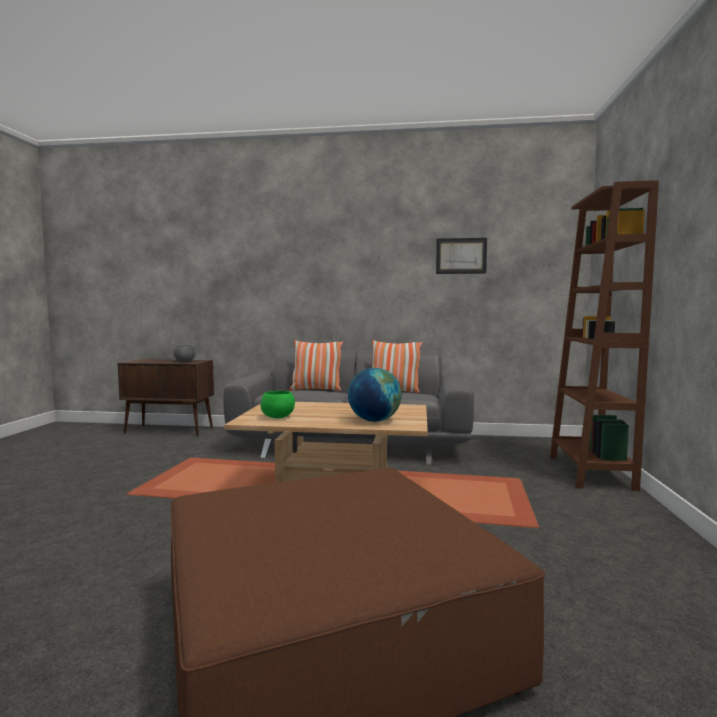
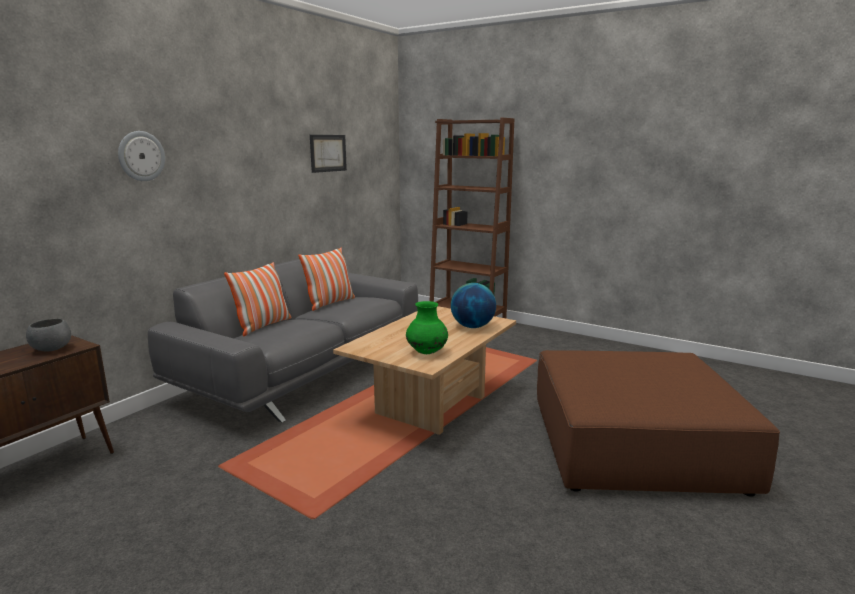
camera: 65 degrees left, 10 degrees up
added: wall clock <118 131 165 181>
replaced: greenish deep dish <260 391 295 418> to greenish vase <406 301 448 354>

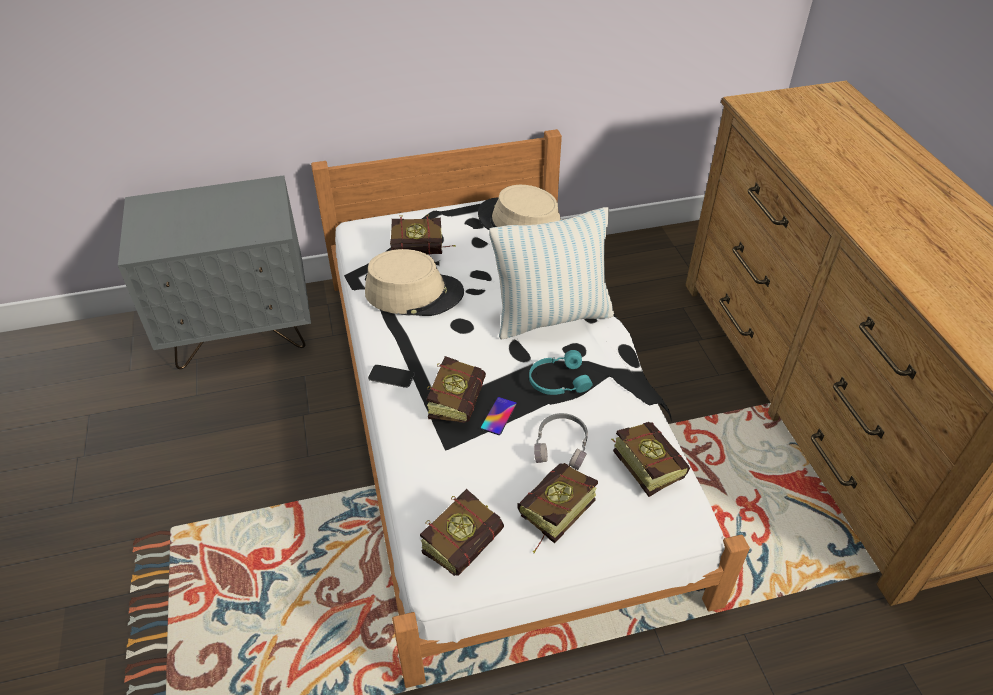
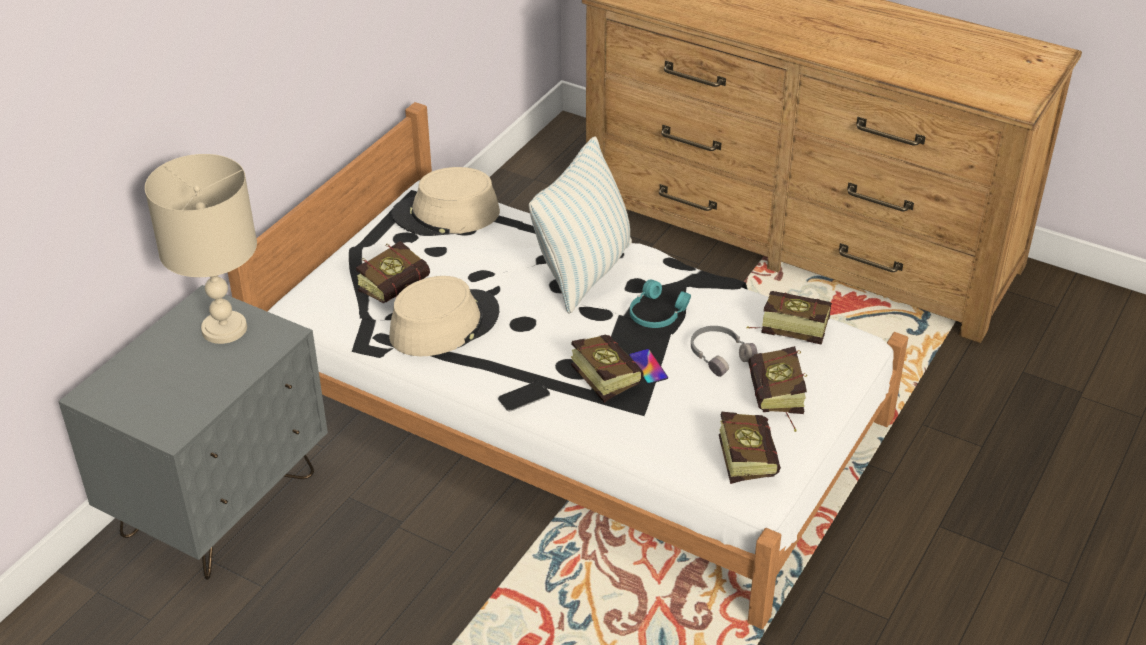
camera: 45 degrees left, 5 degrees down
added: sand-coloured lamp for a table <145 154 257 344>

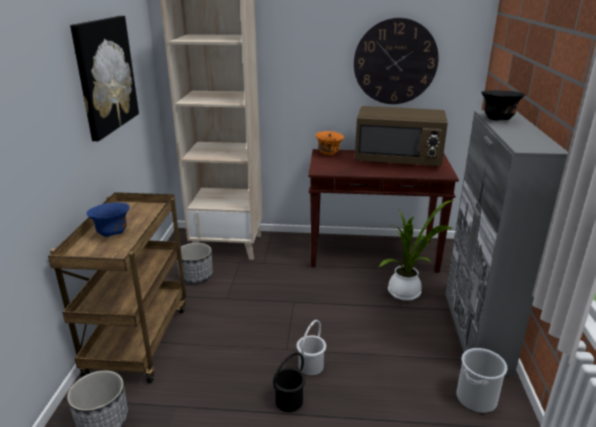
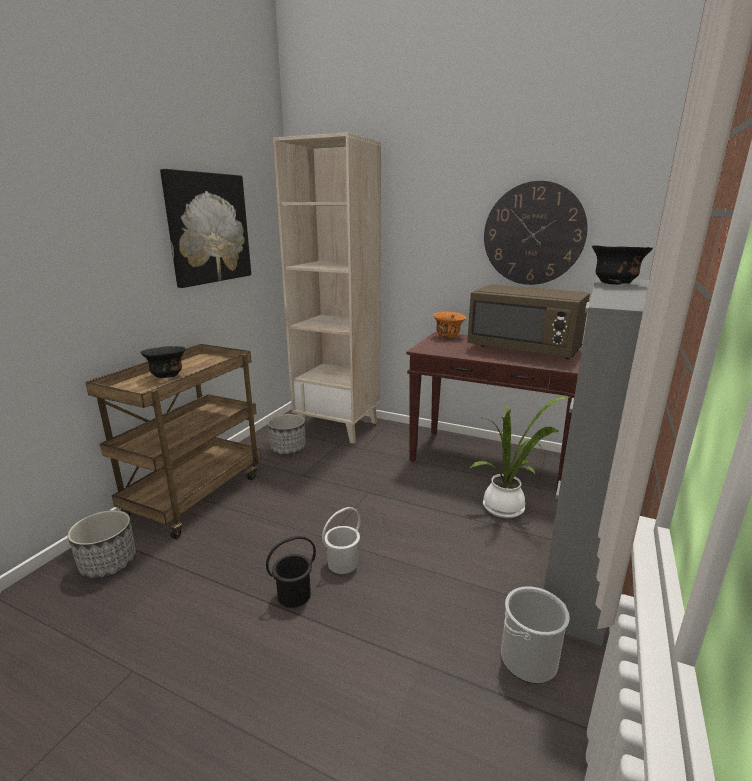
camera: 20 degrees right, 5 degrees down
recoloured: blue deep dish <86 202 130 237> to black-coloured deep dish <140 346 186 378>

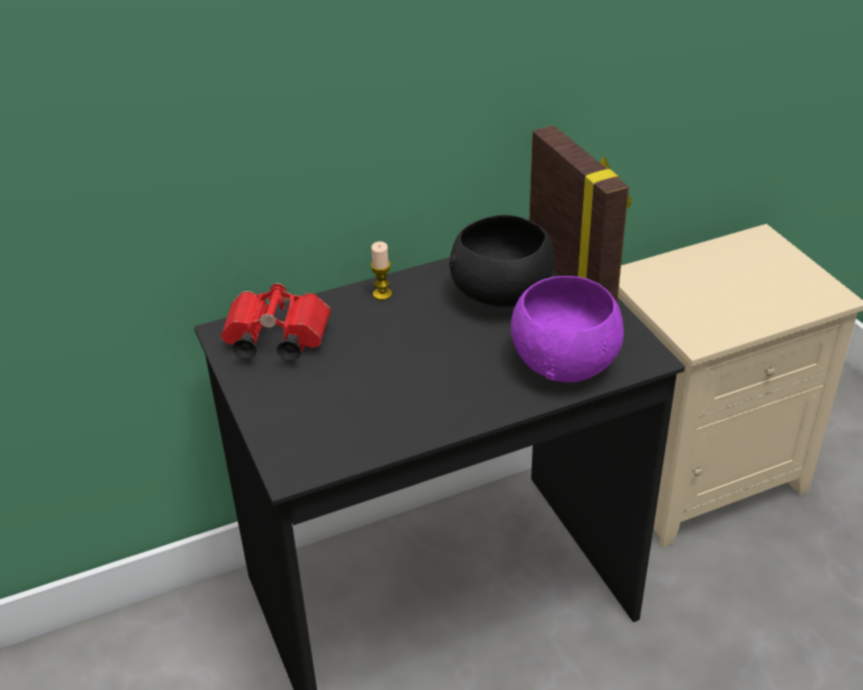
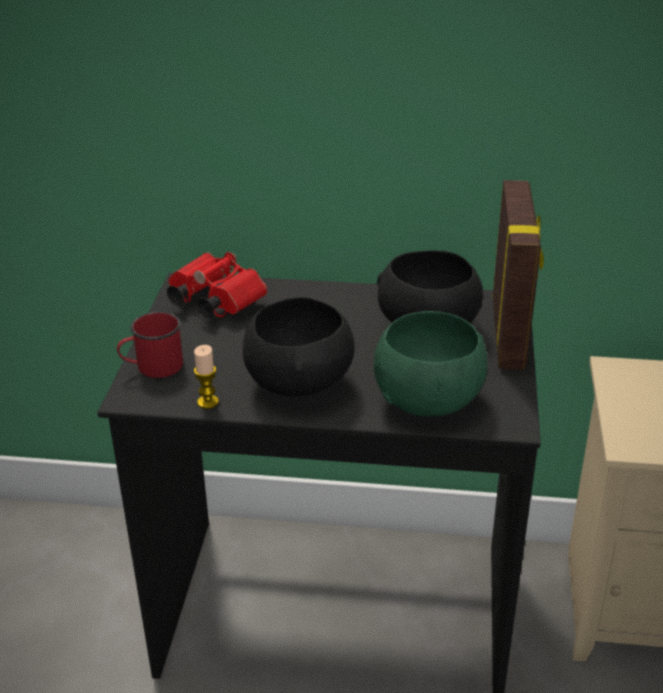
camera: 30 degrees right, 5 degrees down
added: red coffee mug <117 311 183 378>; black-coloured deep dish <243 297 354 396>
moved: wax candle <371 241 392 300> to <194 345 219 409>
recoloured: purple-coloured deep dish <511 276 624 383> to greenish deep dish <374 311 488 416>

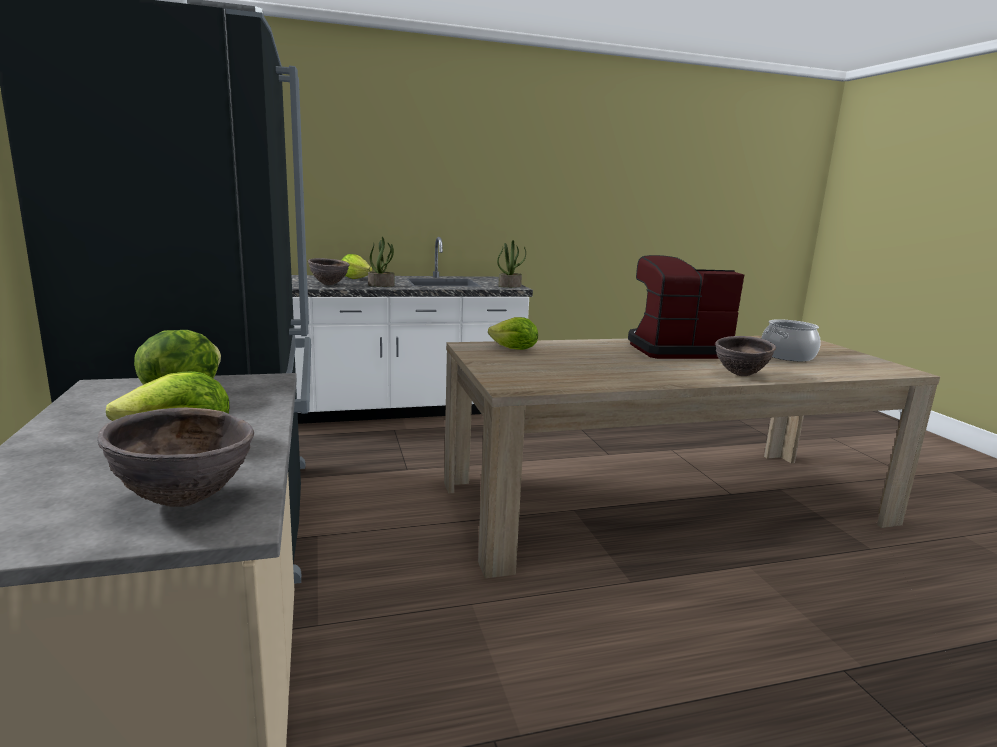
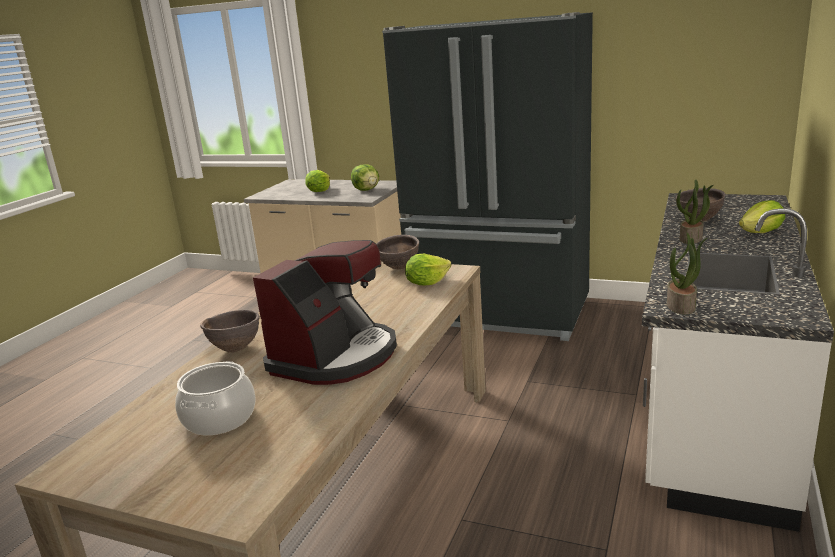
camera: 130 degrees right, 5 degrees up
moved: brown-coloured deep dish <97 408 254 507> to <376 235 419 269>

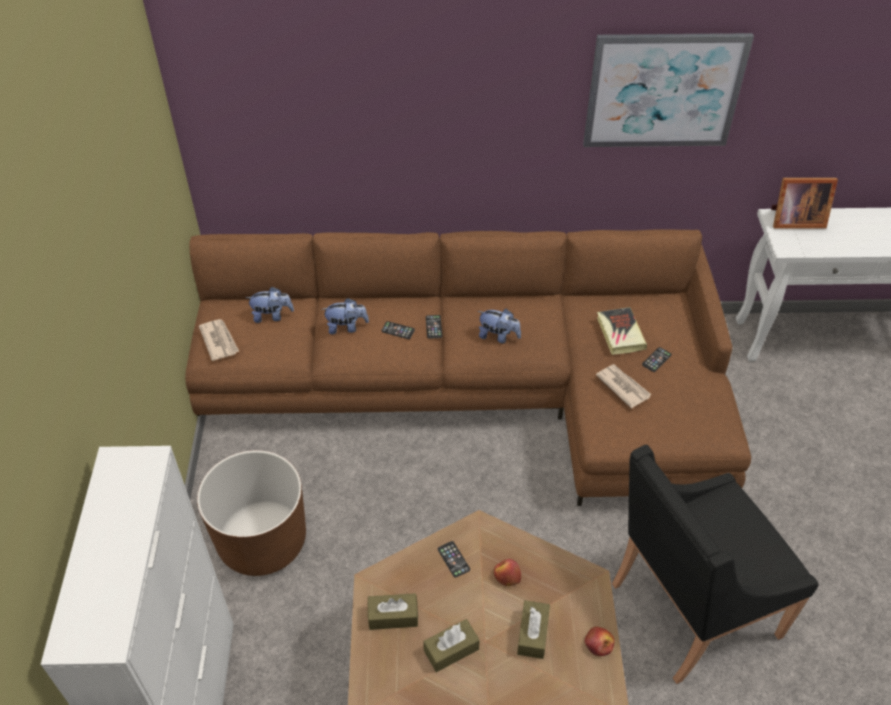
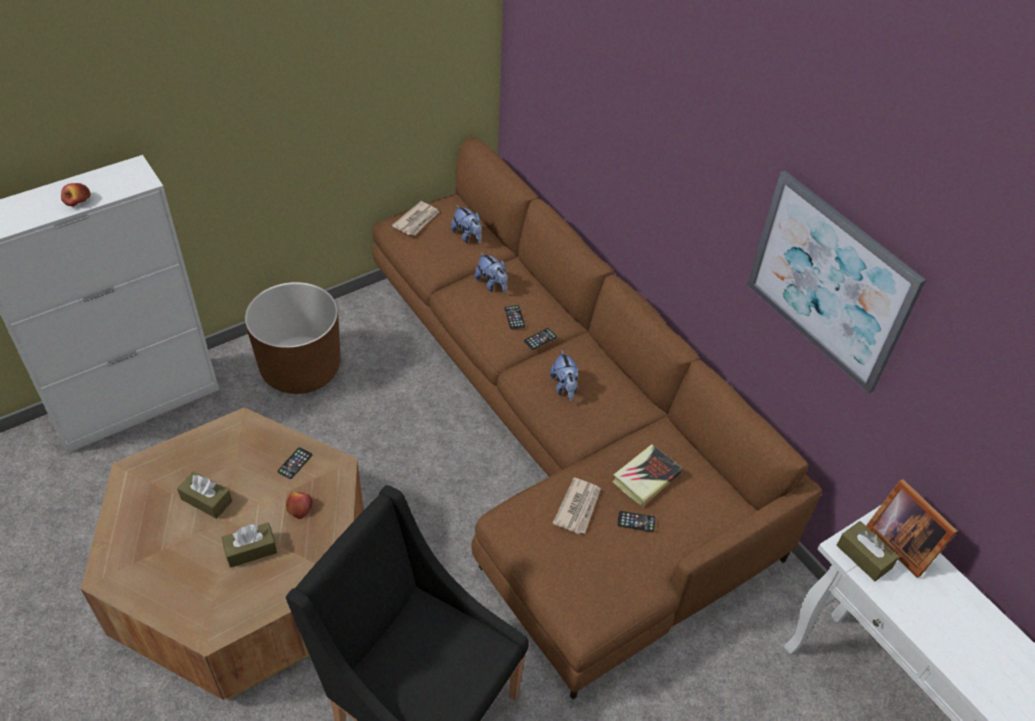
camera: 55 degrees right, 0 degrees up
moved: apple fruit <585 626 615 656> to <61 183 91 207>; brown-coloured box of tissues <368 593 418 630> to <837 521 899 581>

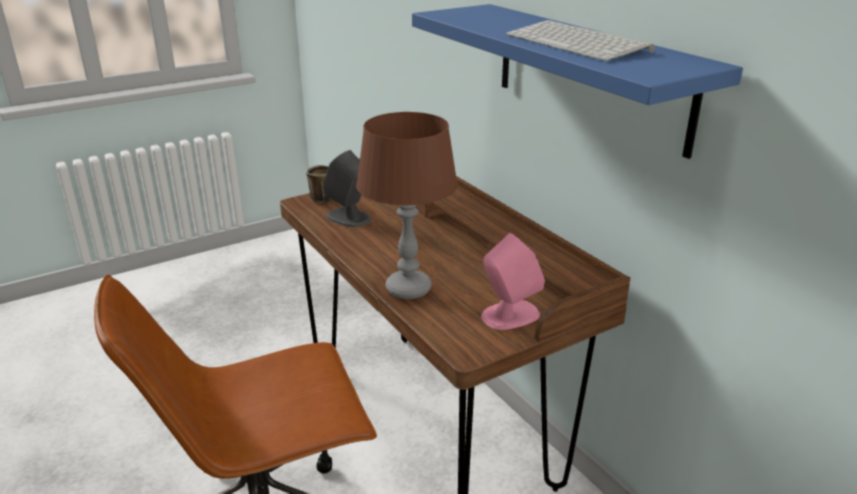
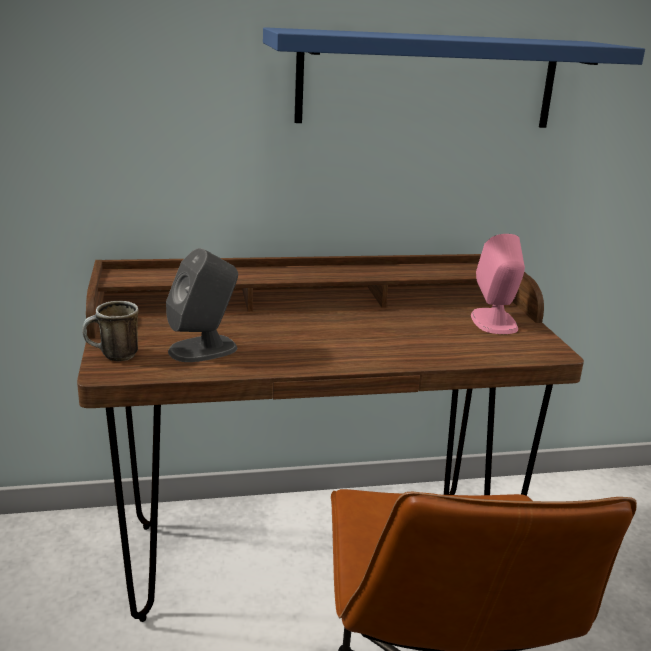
camera: 70 degrees left, 5 degrees down
removed: brown-coloured lamp for a table <356 112 458 299>; keyboard <506 20 654 61>

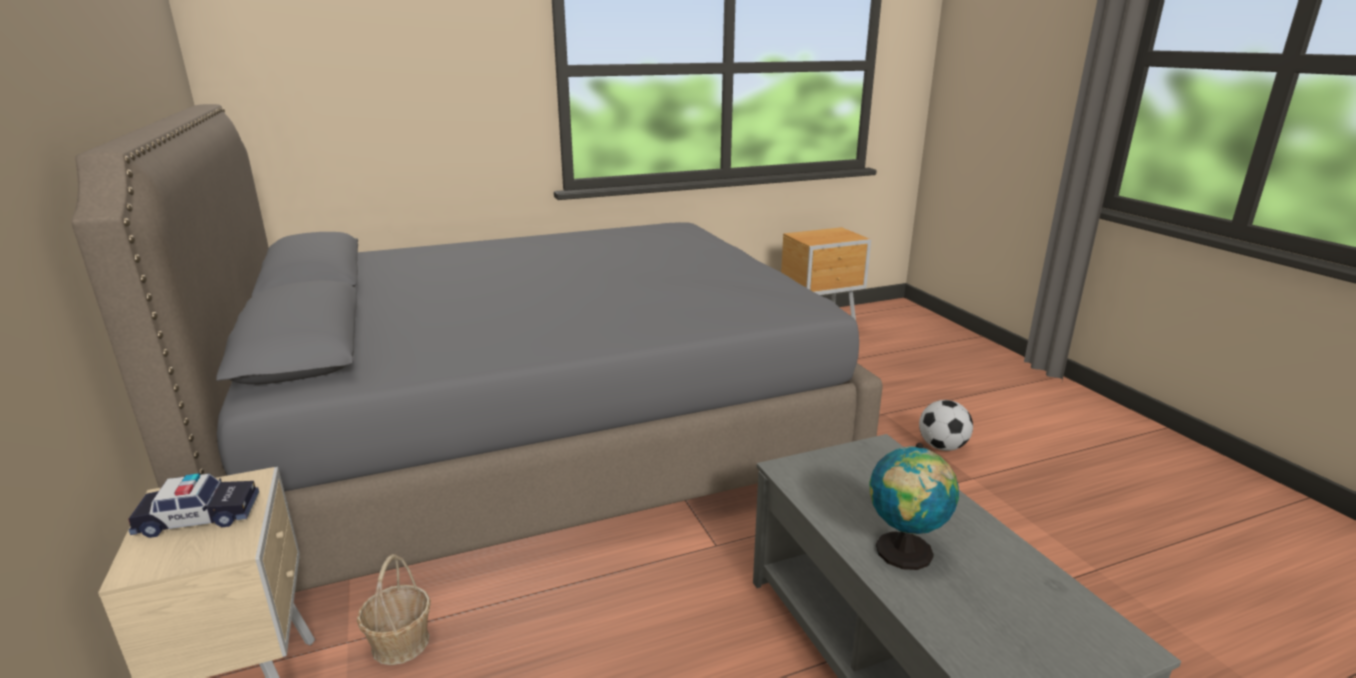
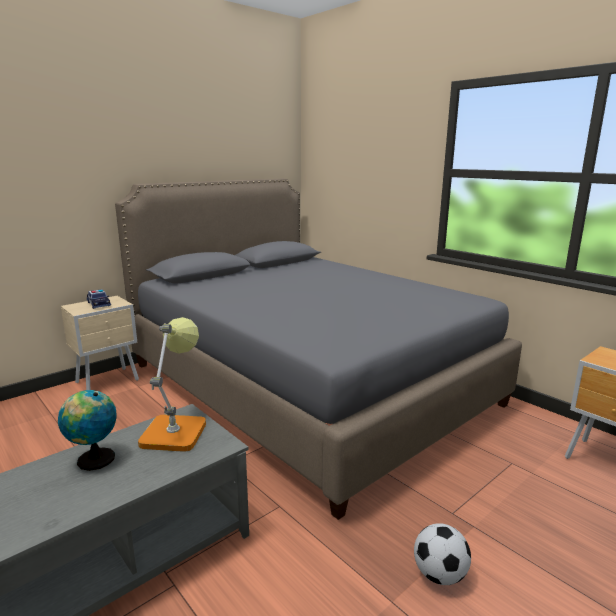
camera: 70 degrees right, 5 degrees down
removed: basket <357 554 431 665>
added: lamp for a table <138 317 206 452>

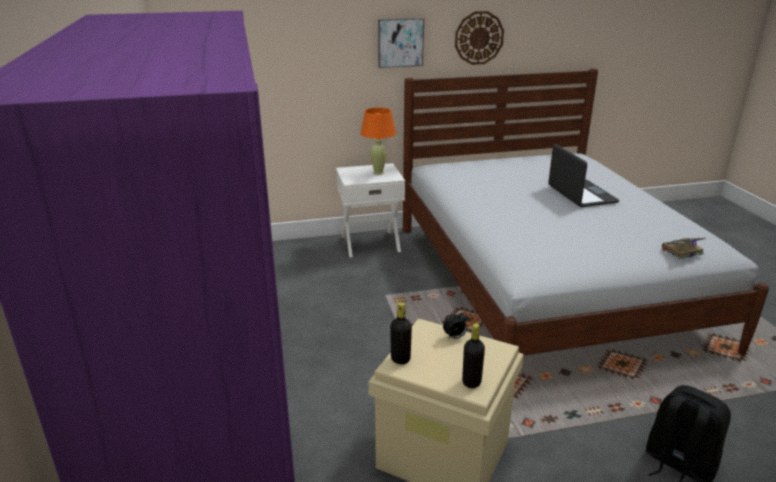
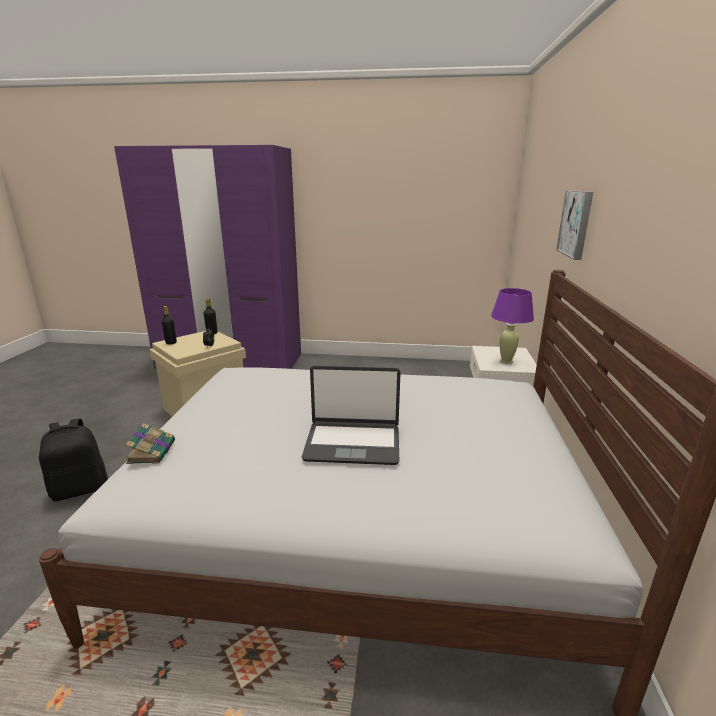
camera: 110 degrees right, 5 degrees down
removed: wall clock <455 11 504 65>
recoloured: orange lamp for a table <361 107 396 175> to purple-coloured lamp for a table <491 288 534 364>

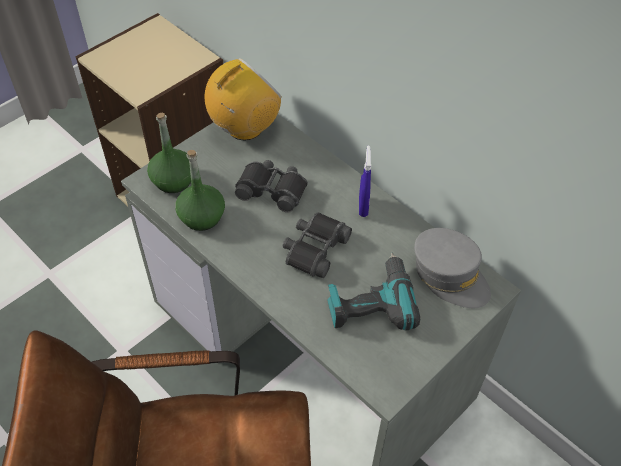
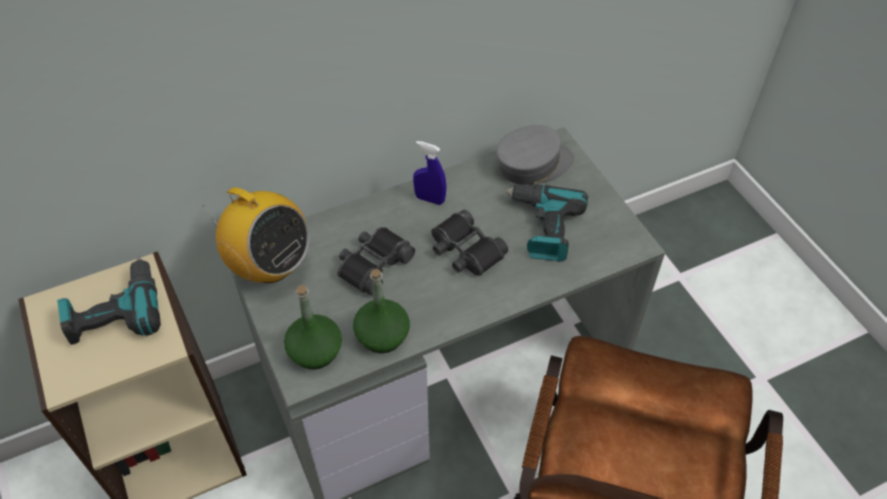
camera: 70 degrees left, 0 degrees up
added: power drill <57 256 161 345>
turned: radio set <205 58 282 140> = <202 187 310 283> 150 degrees clockwise

